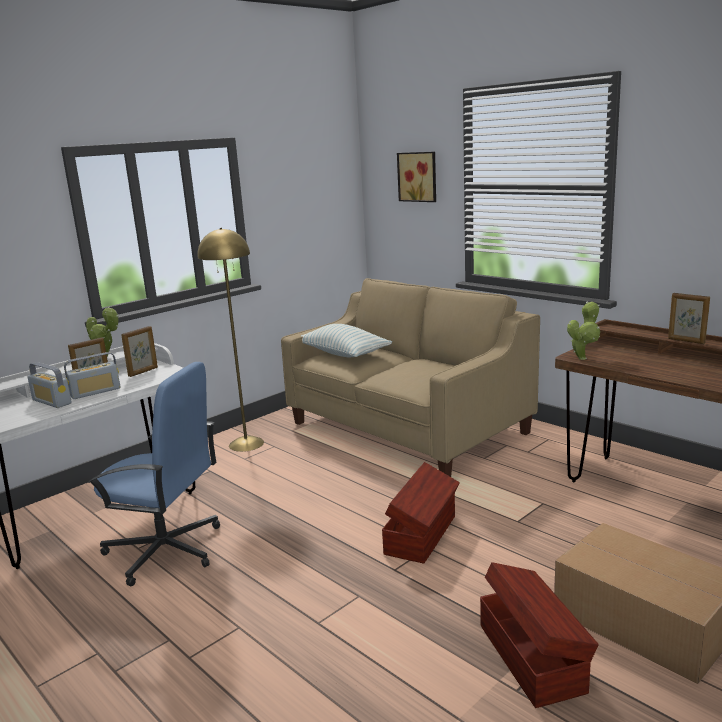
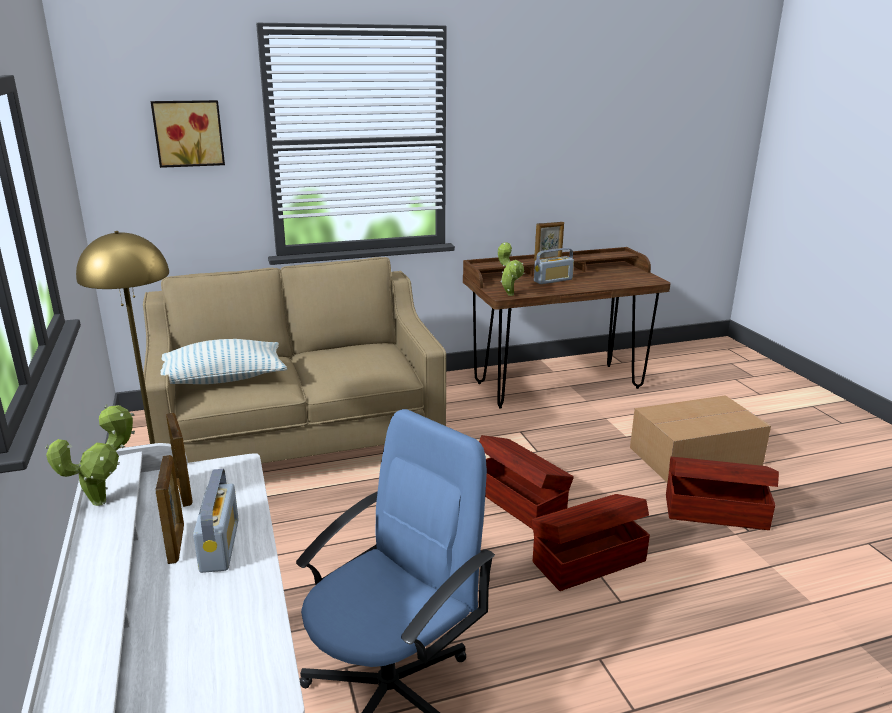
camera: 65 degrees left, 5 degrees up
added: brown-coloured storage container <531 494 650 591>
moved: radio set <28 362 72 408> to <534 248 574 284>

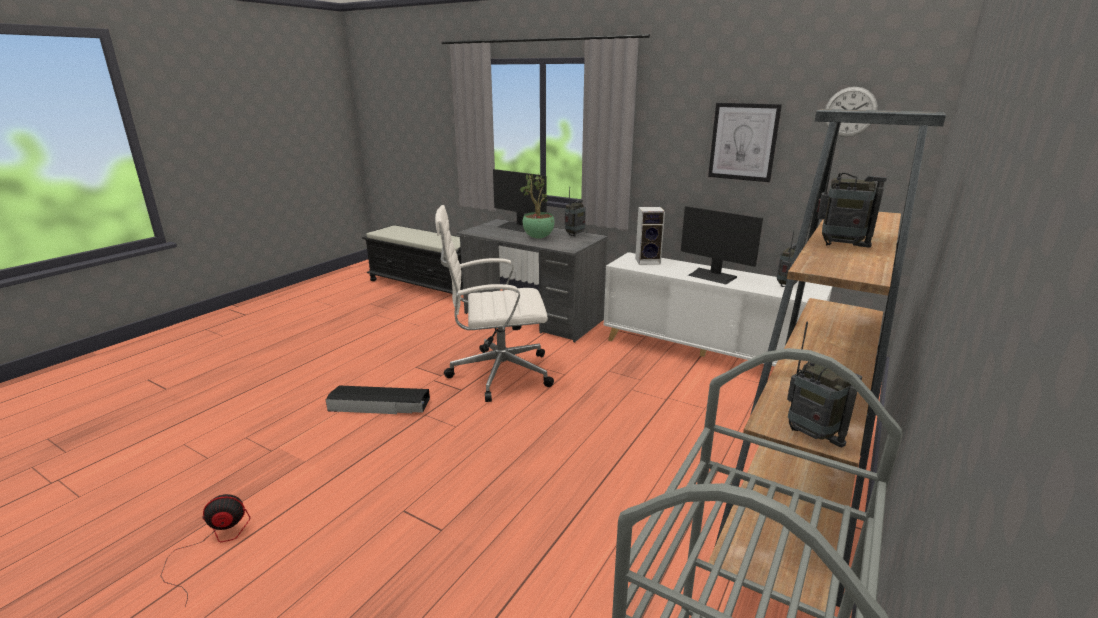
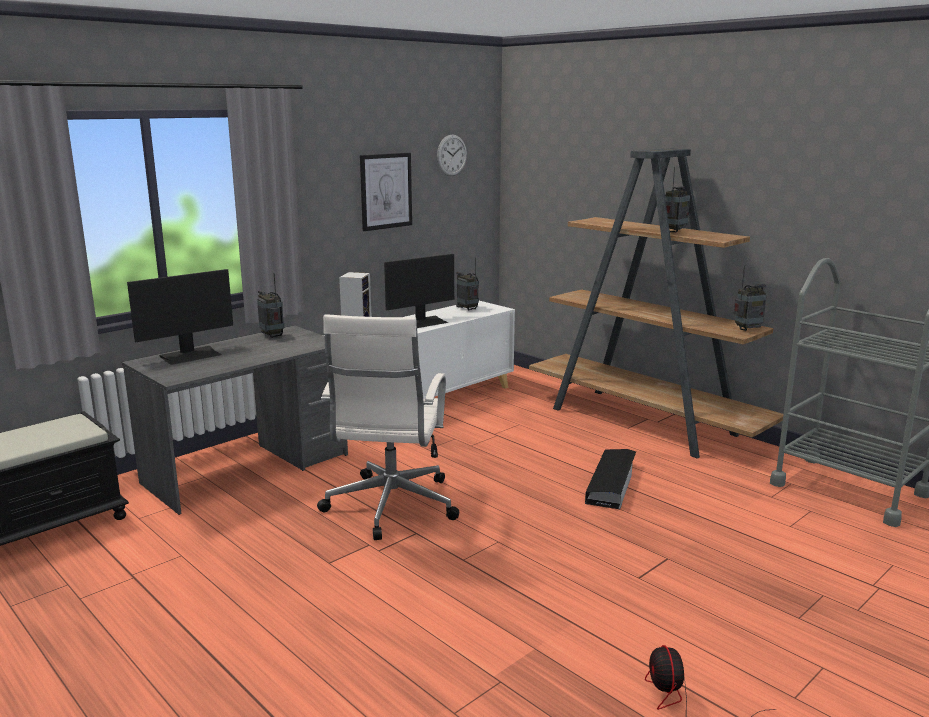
camera: 75 degrees left, 5 degrees down
removed: potted plant <519 174 555 239>
moved: black-coloured storage container <326 385 430 414> to <585 449 636 509>

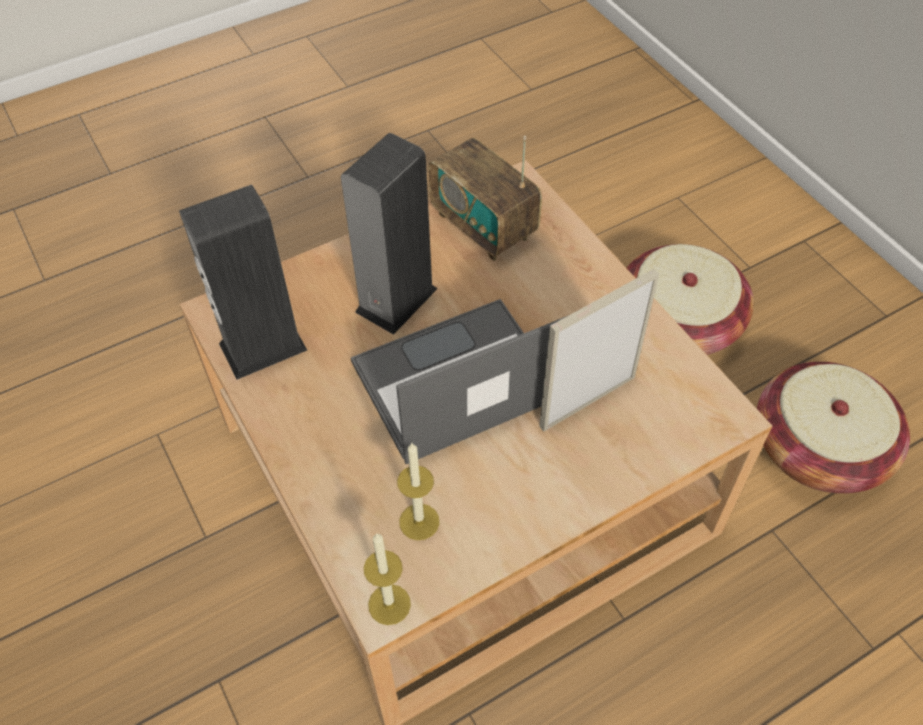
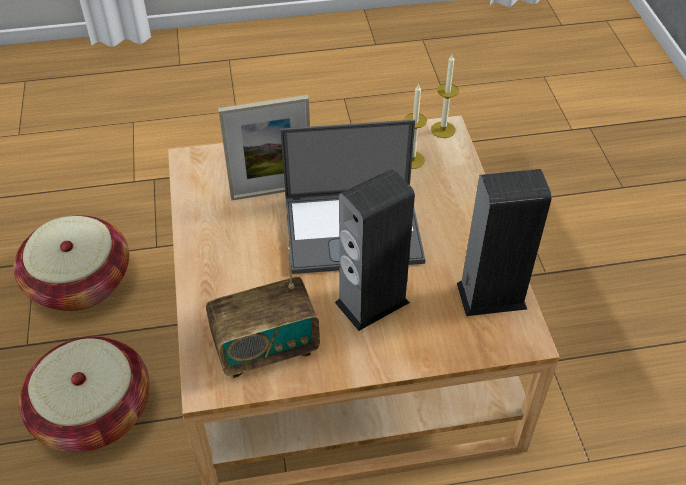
camera: 160 degrees left, 5 degrees down
turned: radio set <428 136 542 261> = <206 247 320 378> 90 degrees clockwise

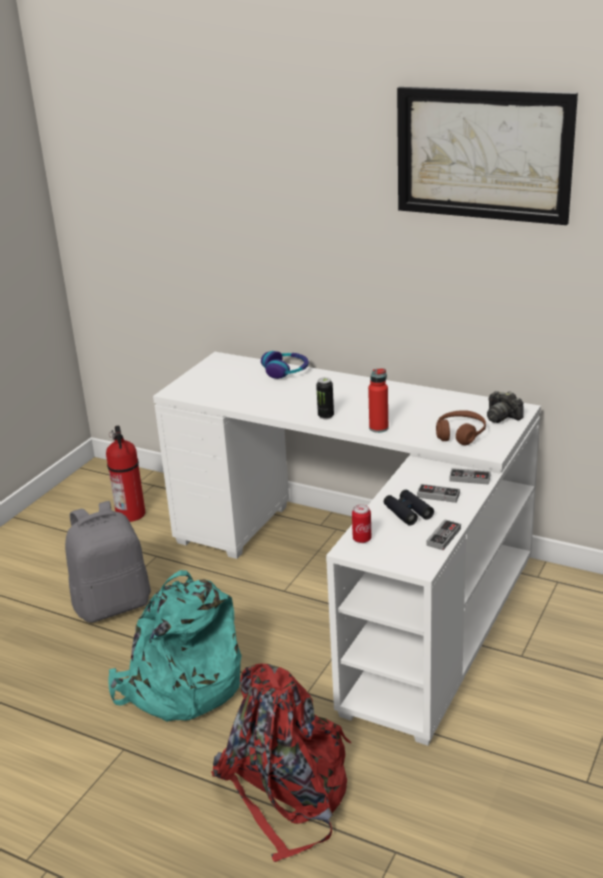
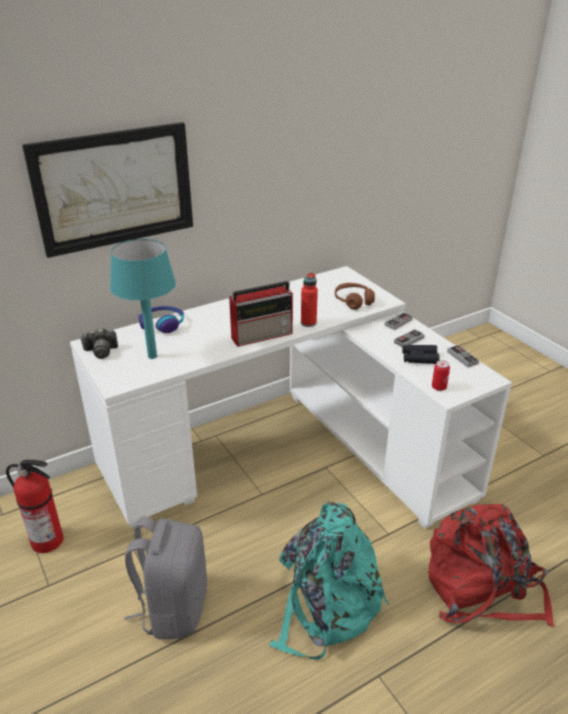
camera: 60 degrees left, 5 degrees up
added: turquoise lamp for a table <110 239 176 359>
moved: wall picture <397 87 578 225> to <22 122 193 258>; photo camera <487 391 524 423> to <80 327 118 359>
replaced: sealed can <316 377 334 419> to radio set <229 281 293 347>

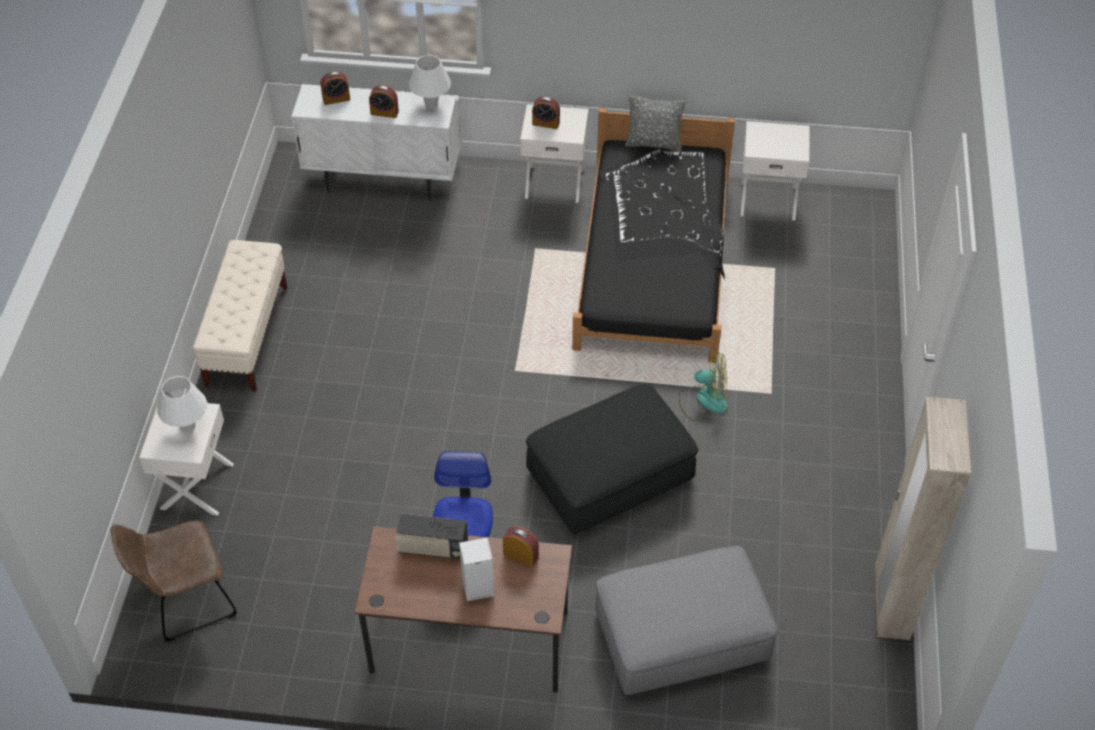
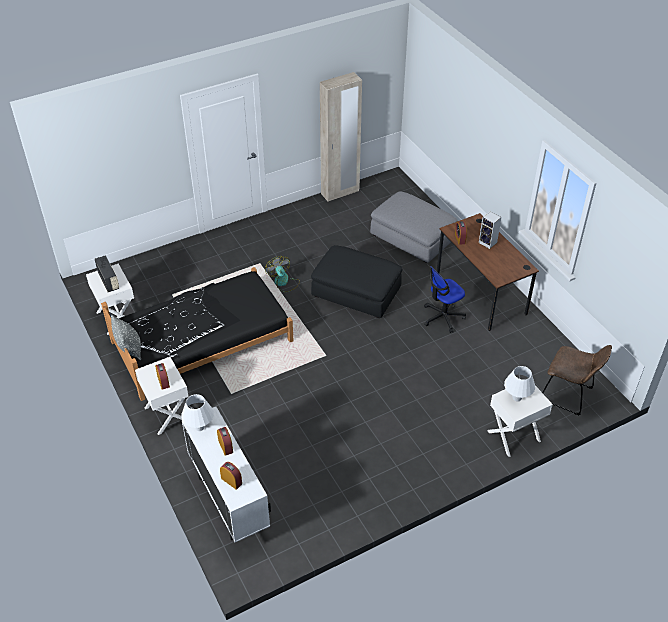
camera: 125 degrees left, 5 degrees down
removed: sand-coloured bench <192 240 287 392>
moved: radio set <395 514 468 559> to <95 255 119 292>

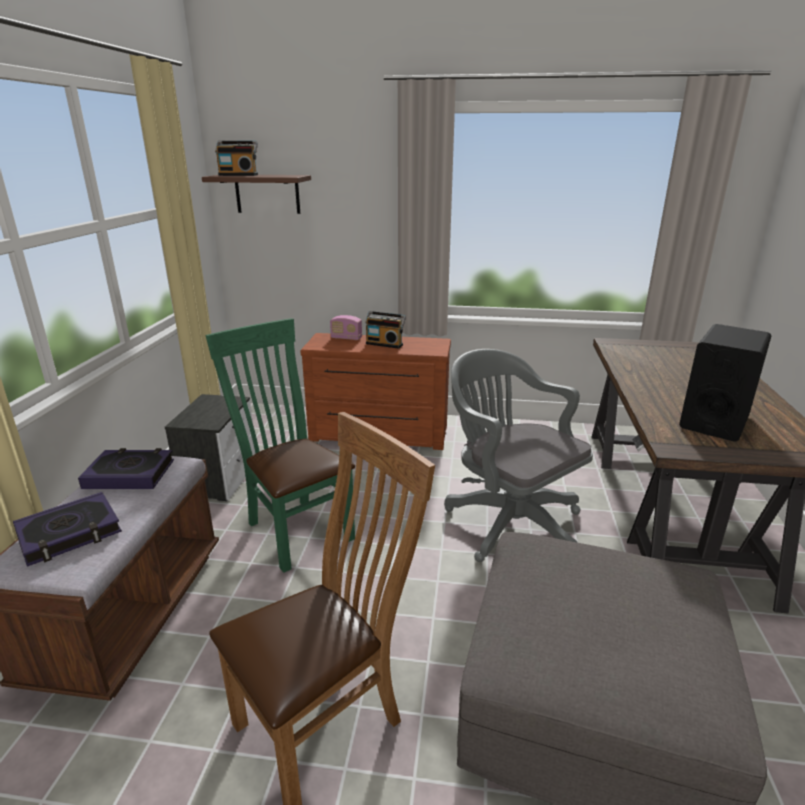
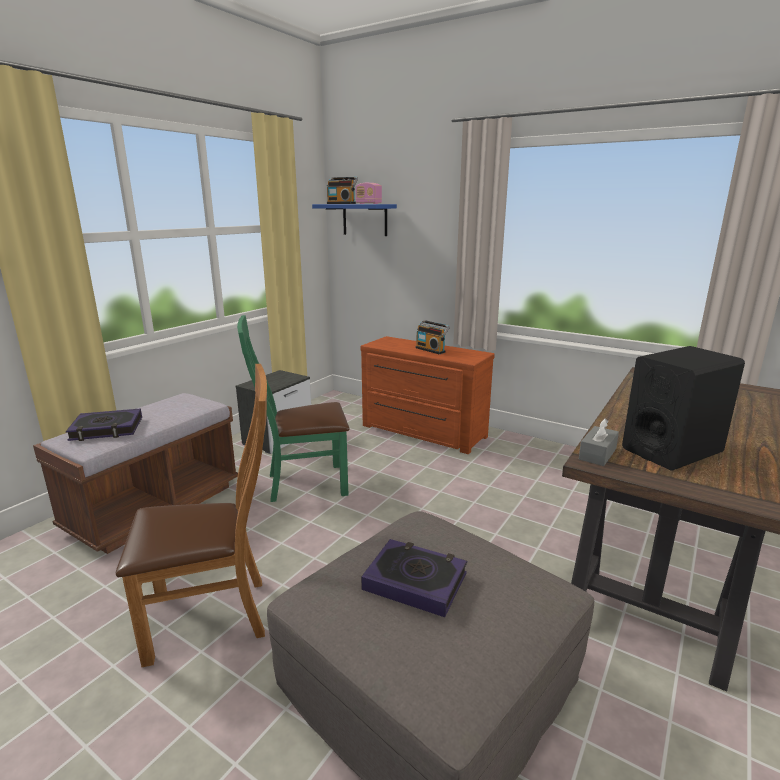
camera: 25 degrees right, 5 degrees down
removed: gray office chair <444 349 593 562>
added: gray box of tissues <579 418 619 466>
moved: radio set <330 315 362 340> to <356 183 382 204>; bound book <78 448 174 489> to <361 539 467 617>
recoloured: brown-coloured wall shelf <202 175 311 214> to blue wall shelf <312 204 397 236>
turned: greenish chair <205 318 355 573> = <237 315 350 502> 90 degrees counterclockwise

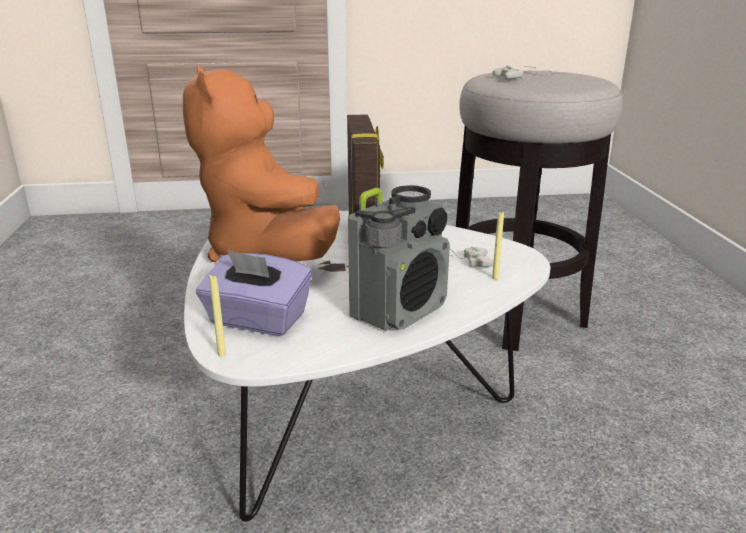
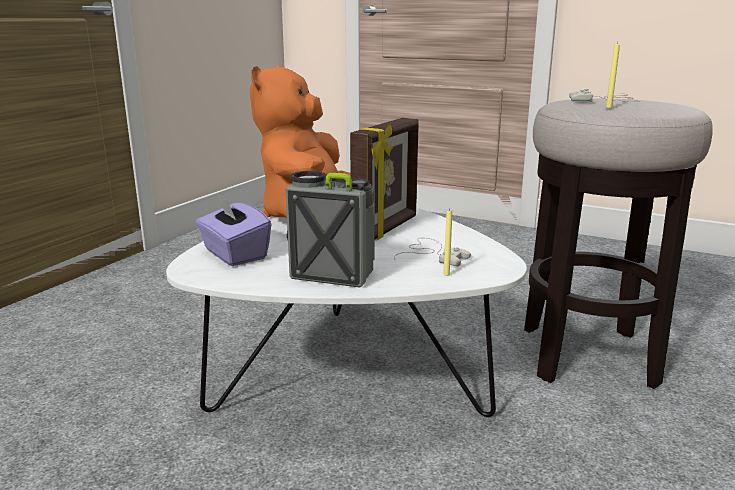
camera: 35 degrees right, 5 degrees down
moved: yellowish wax candle <209 275 226 357> to <606 41 620 108>
turned: radio set <348 185 450 331> = <286 171 375 288> 150 degrees counterclockwise

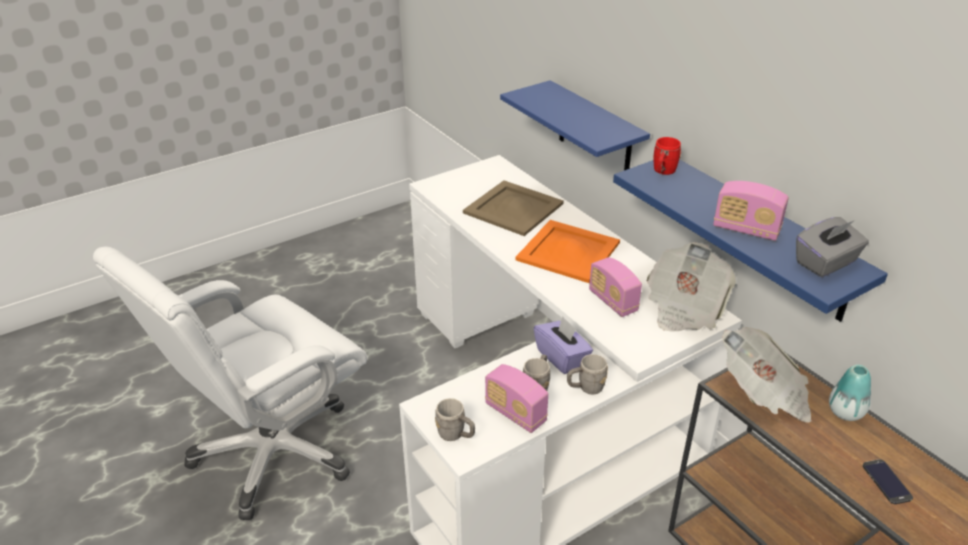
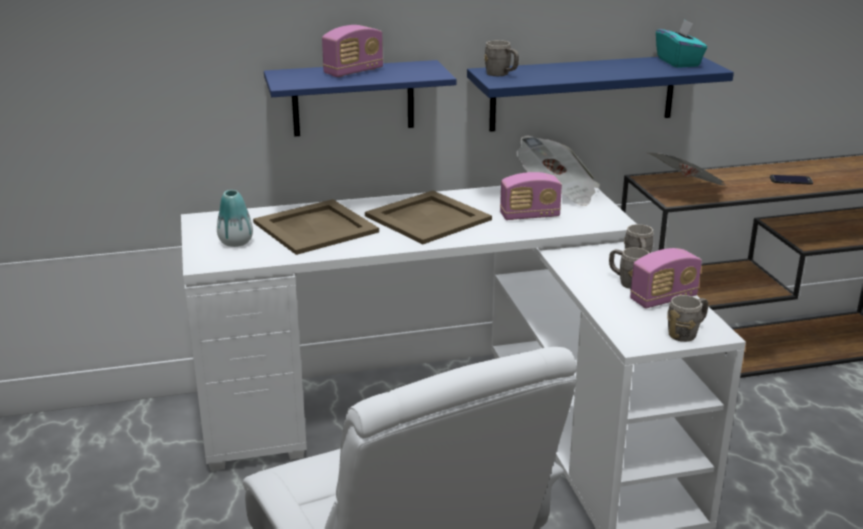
camera: 70 degrees left, 10 degrees down
removed: purple-coloured box of tissues <534 317 593 374>
moved: vase <829 365 871 421> to <217 190 253 247>; radio set <713 181 789 241> to <322 25 383 77>
recoloured: orange tray <515 220 620 283> to sand-coloured tray <365 191 492 244>; red coffee mug <654 137 681 175> to gray coffee mug <484 40 519 76>; gray box of tissues <796 217 869 277> to turquoise box of tissues <656 19 707 68>

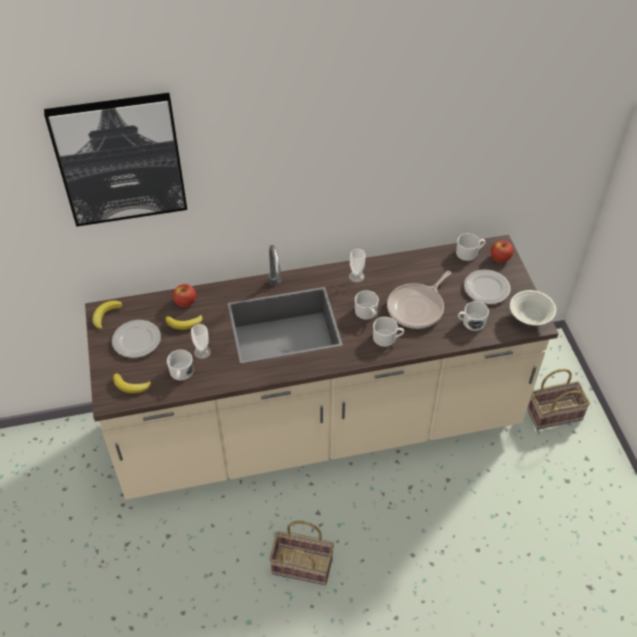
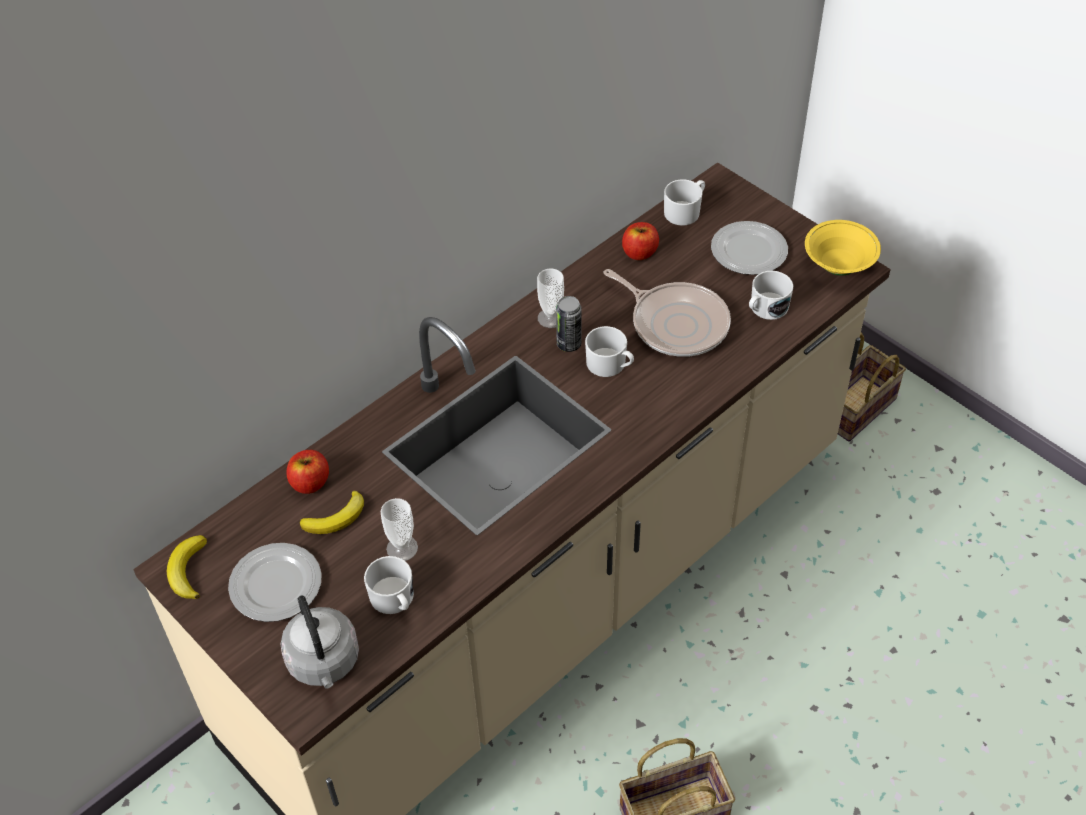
camera: 30 degrees left, 0 degrees up
removed: wall picture <44 93 187 227>; whitish coffee mug <373 317 404 347>
added: sealed can <556 296 582 352>
moved: apple fruit <491 240 513 262> to <622 222 659 260>
replaced: banana <113 373 151 393> to gray kettle <280 596 359 689>
recoloured: whitish deep dish <510 290 556 325> to yellowish deep dish <805 220 881 276>
turned: frying pan <387 271 451 329> = <603 269 731 357> 60 degrees counterclockwise

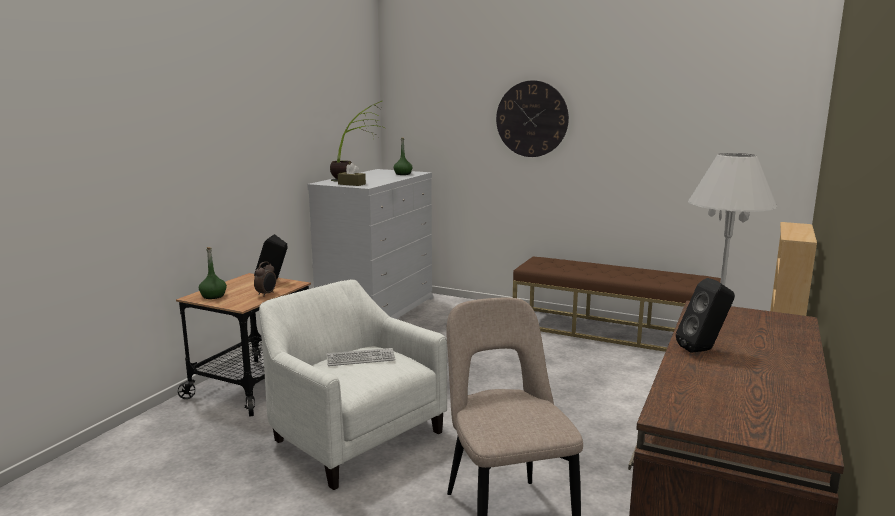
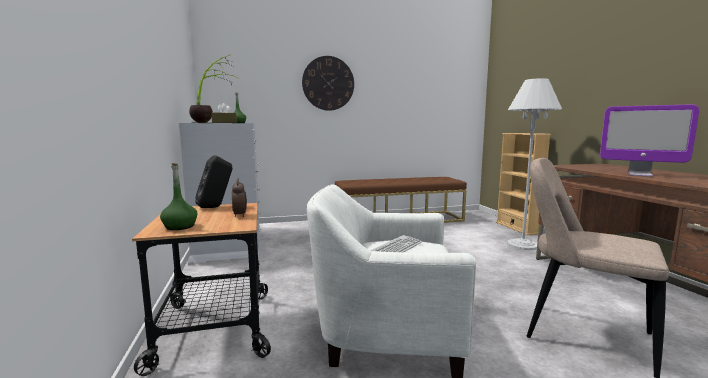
camera: 40 degrees left, 5 degrees down
replaced: black-coloured audio speaker <676 278 735 353> to monitor <600 105 699 177>

